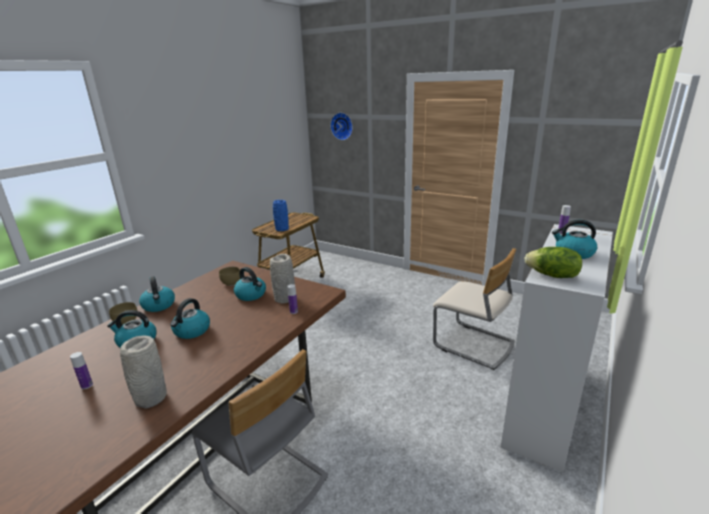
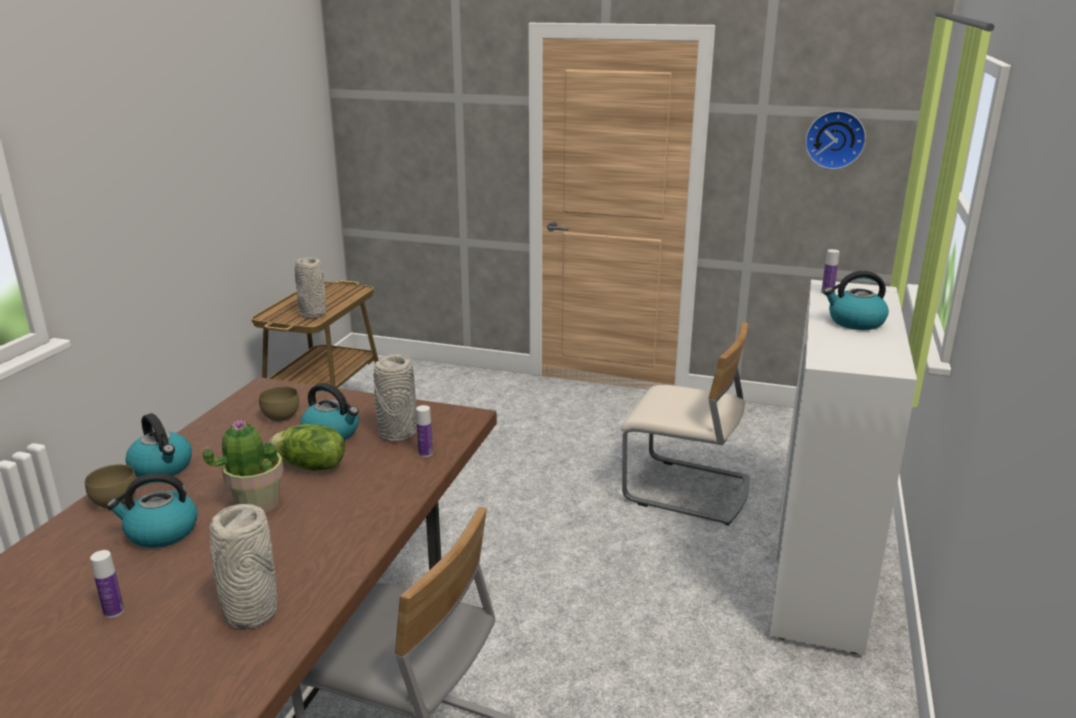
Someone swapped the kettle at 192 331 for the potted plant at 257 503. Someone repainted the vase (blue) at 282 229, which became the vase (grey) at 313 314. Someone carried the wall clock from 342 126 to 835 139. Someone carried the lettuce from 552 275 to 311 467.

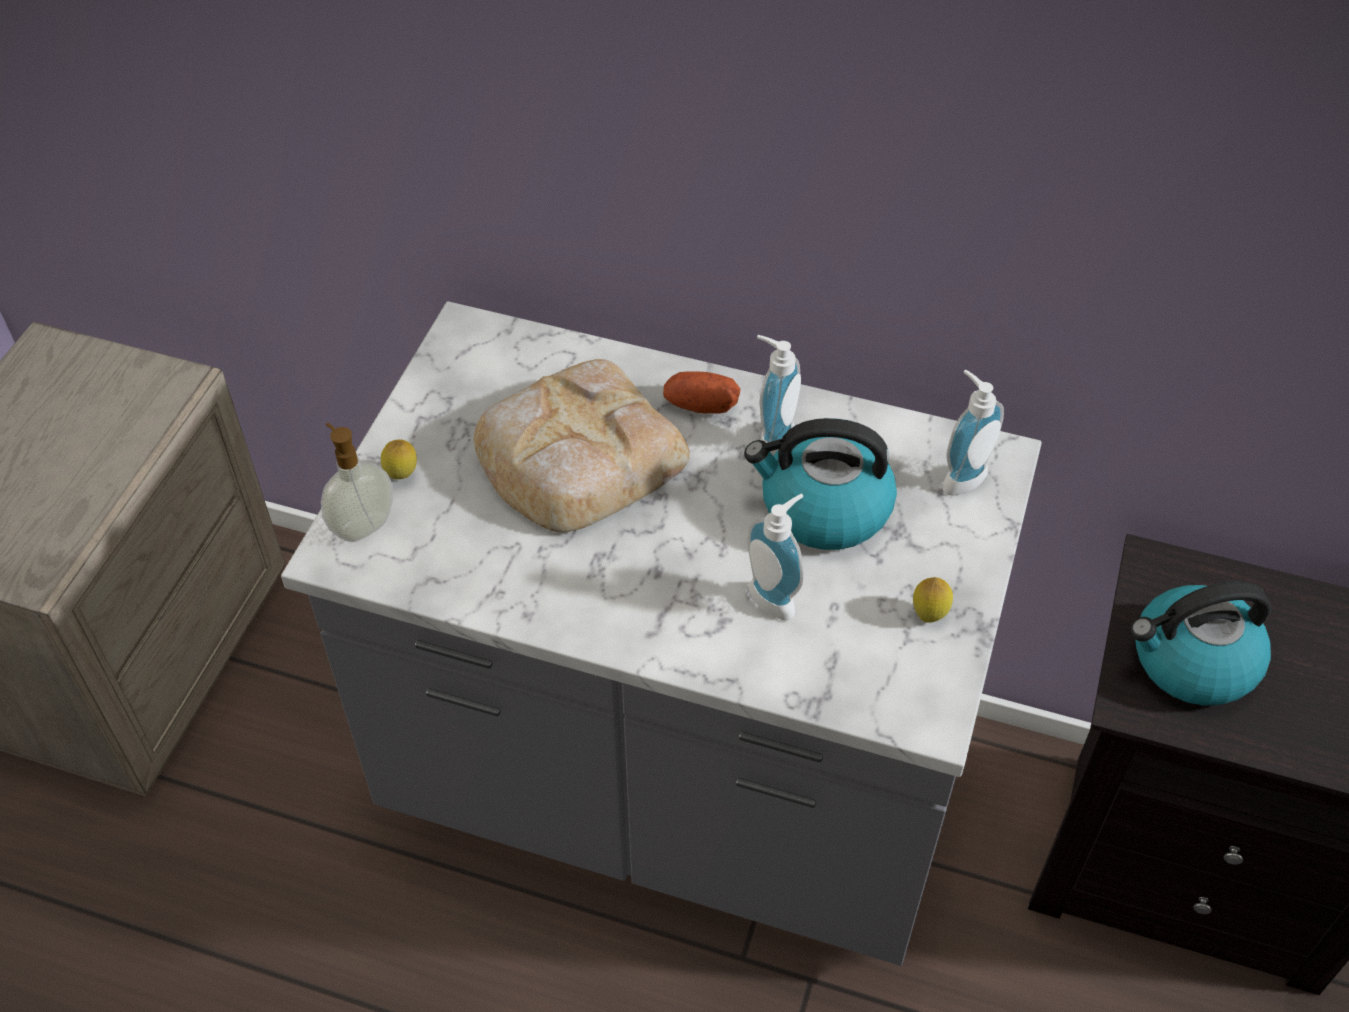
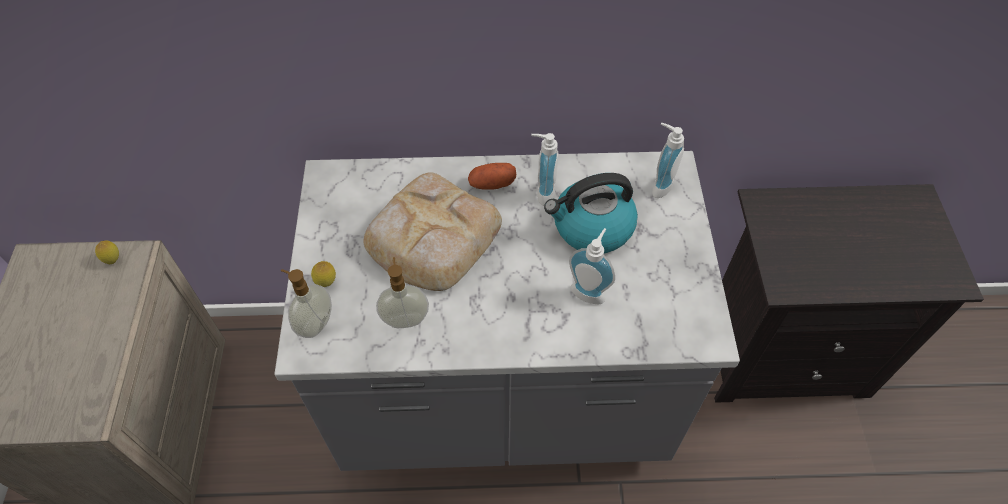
Someone carried the lemon from 929 615 to 113 260. Someone took away the kettle at 1191 662. Someone put down the soap dispenser at 405 319.

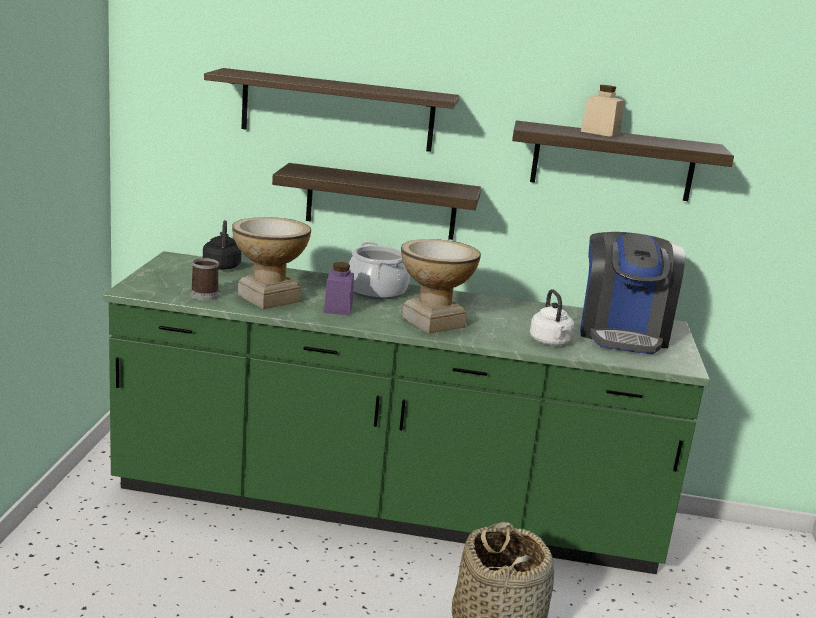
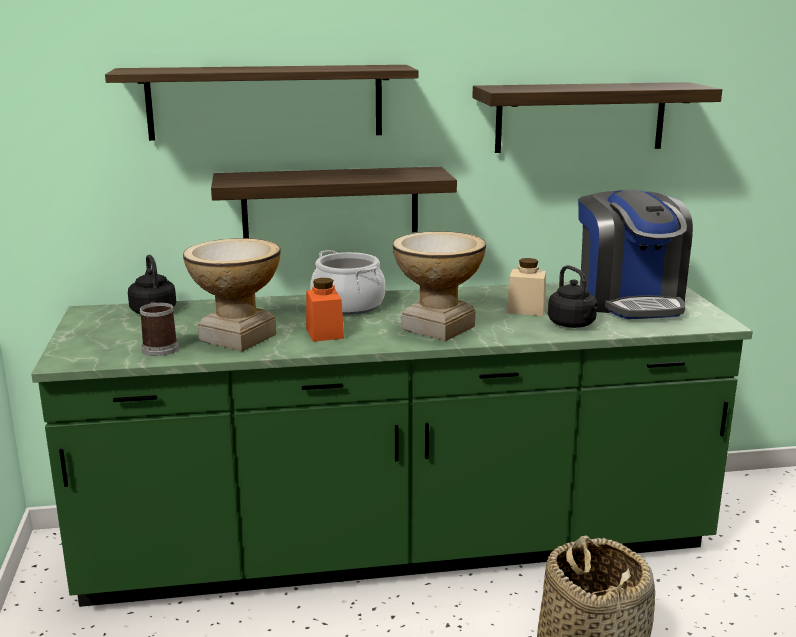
Someone repainted the jar (purple) at 338 308, which became the jar (orange) at 324 333. Someone repainted the kettle (white) at 550 342, which became the kettle (black) at 573 324. Someone carried the jar (beige) from 600 133 to 526 309.

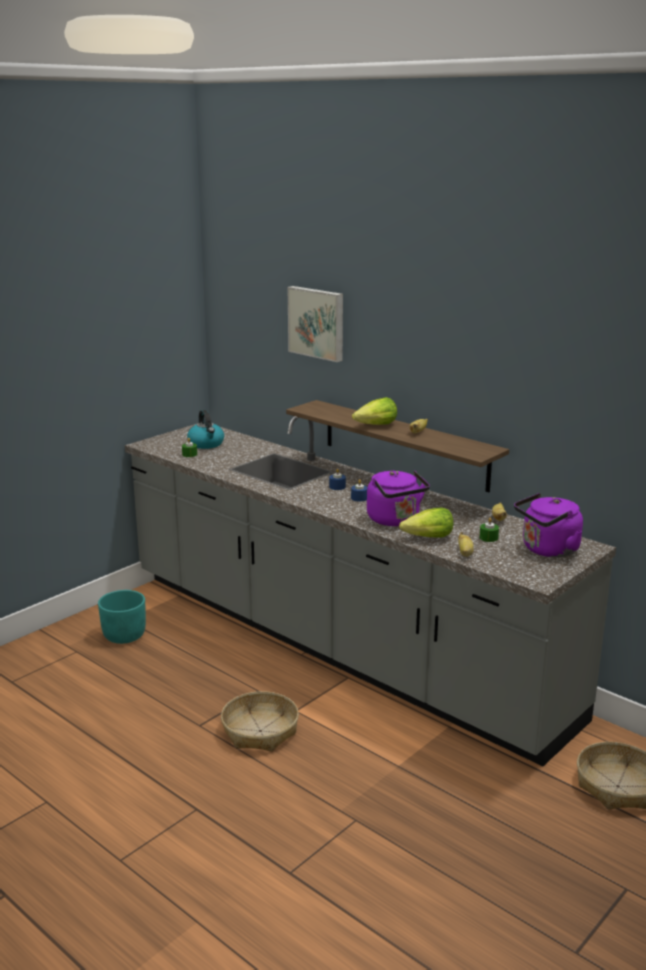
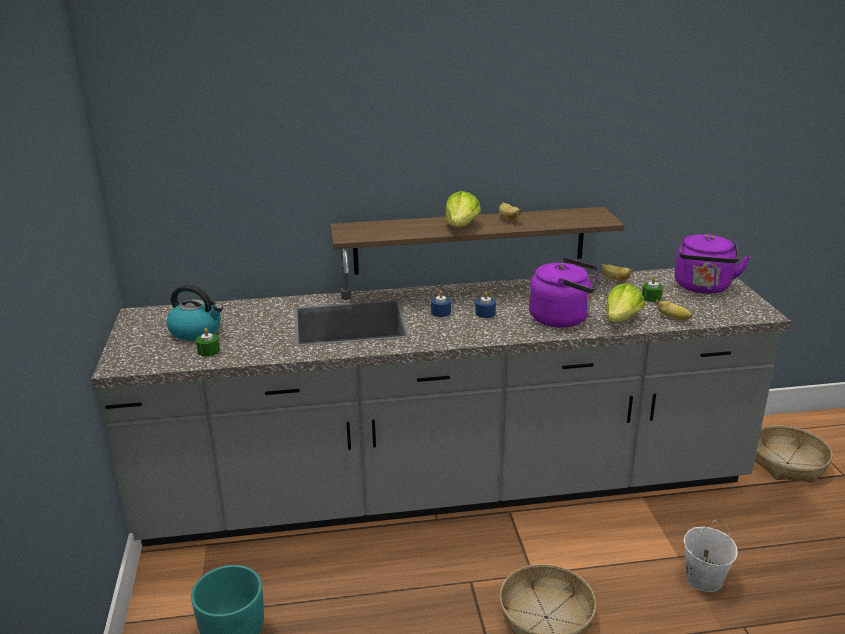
Someone took away the picture at 317 323. Someone put down the bucket (white) at 703 578.

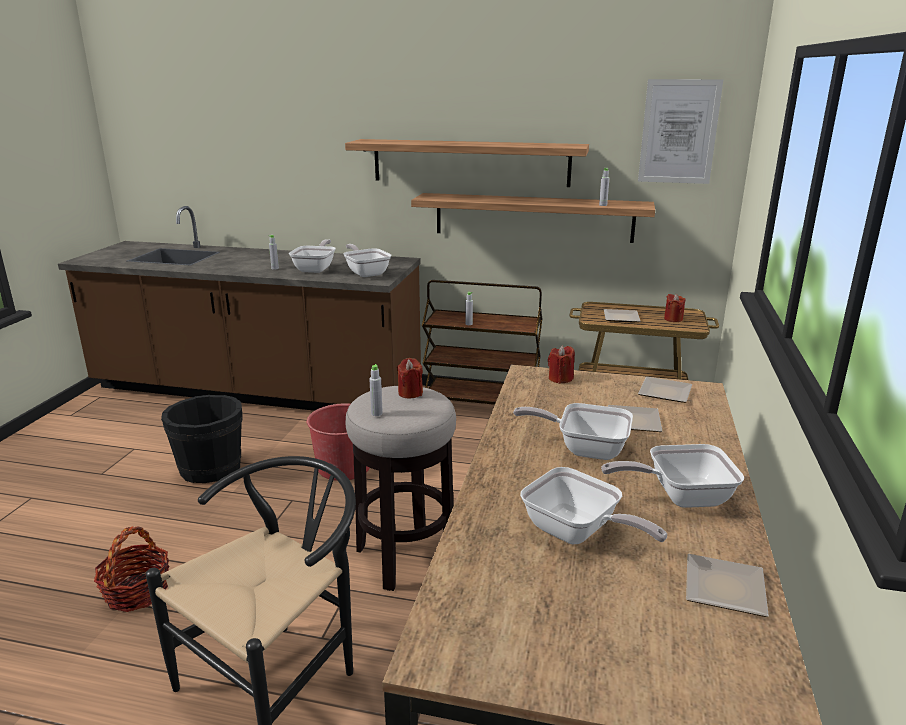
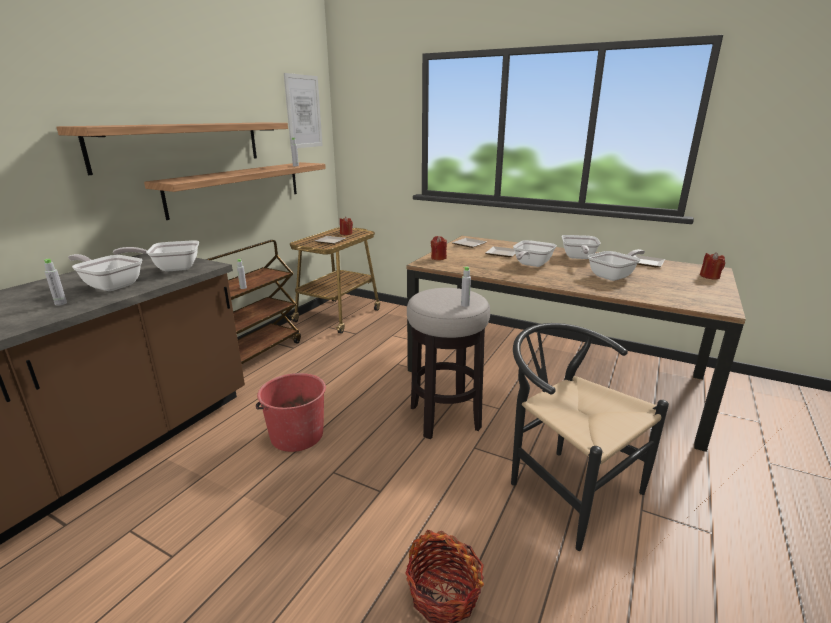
Someone took away the bucket (black) at 211 468. Someone carried the candle (red) from 410 393 to 709 276.

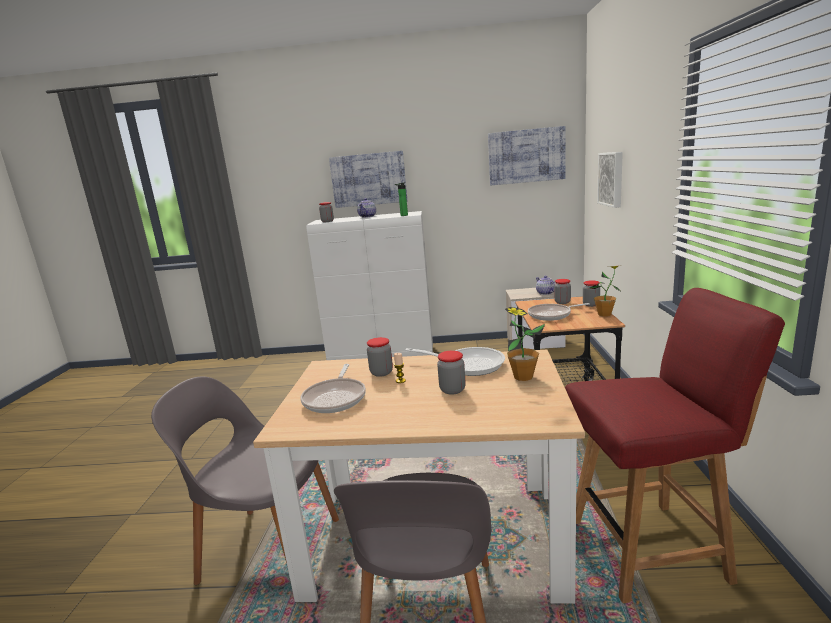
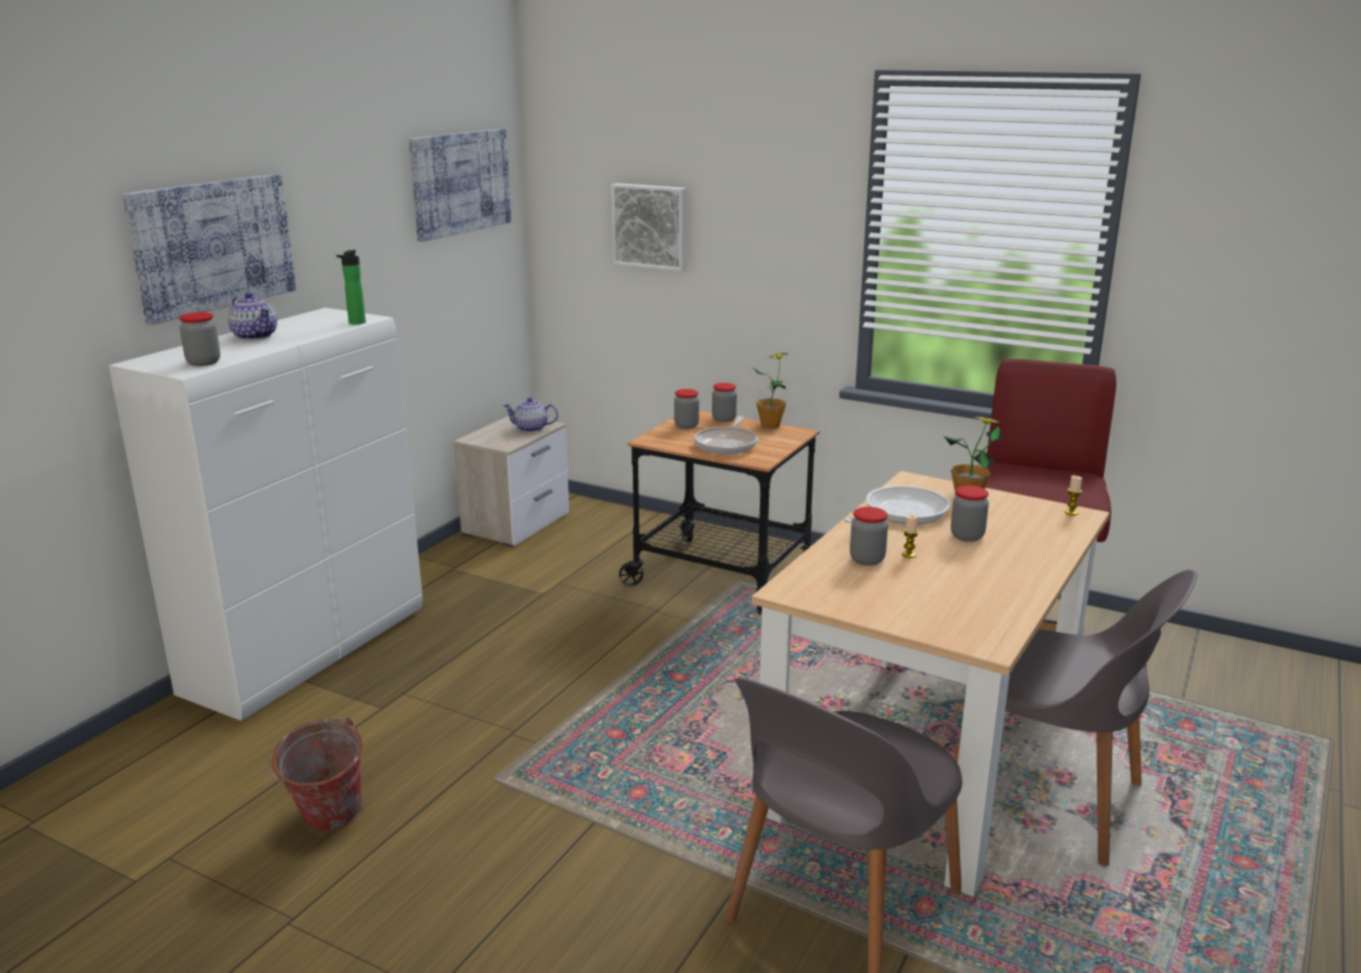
Someone took away the frying pan at 336 398. Someone put down the bucket at 326 823. Someone put down the candle at 1071 512.

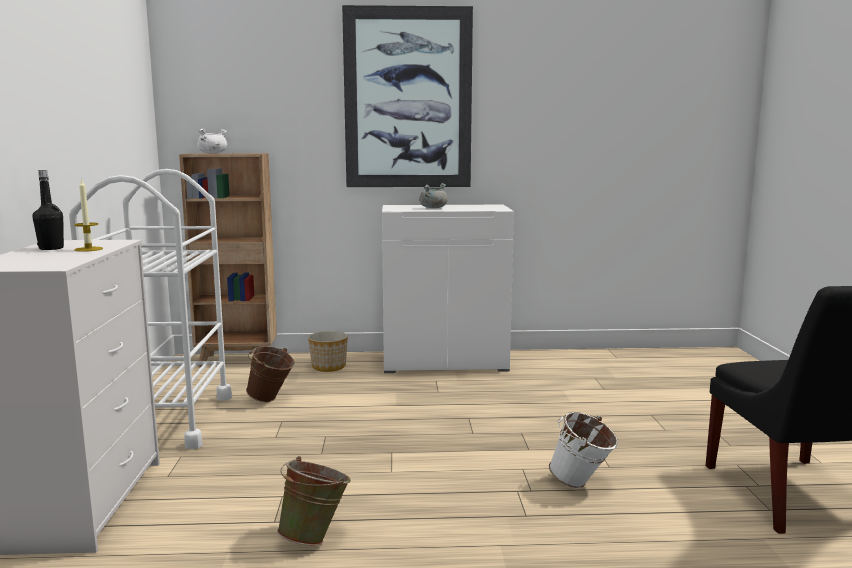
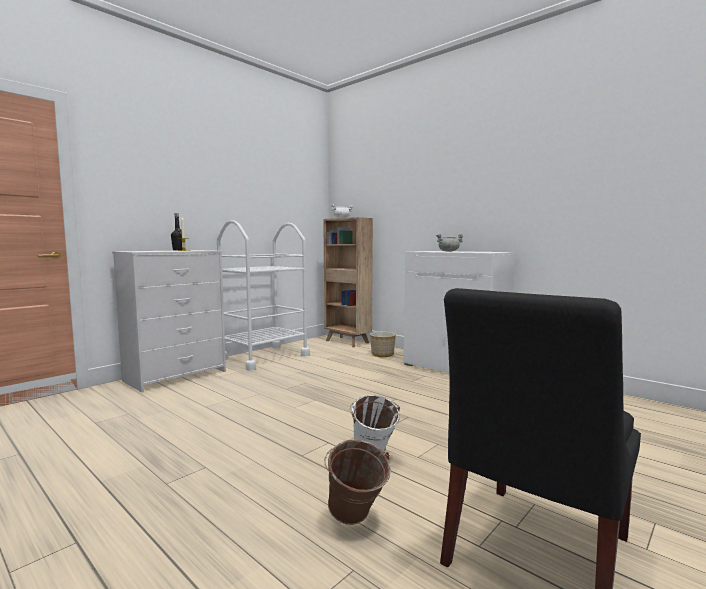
Someone carried the bucket (brown) from 271 400 to 355 522. Someone took away the bucket (green) at 315 537. Someone took away the picture at 408 98.

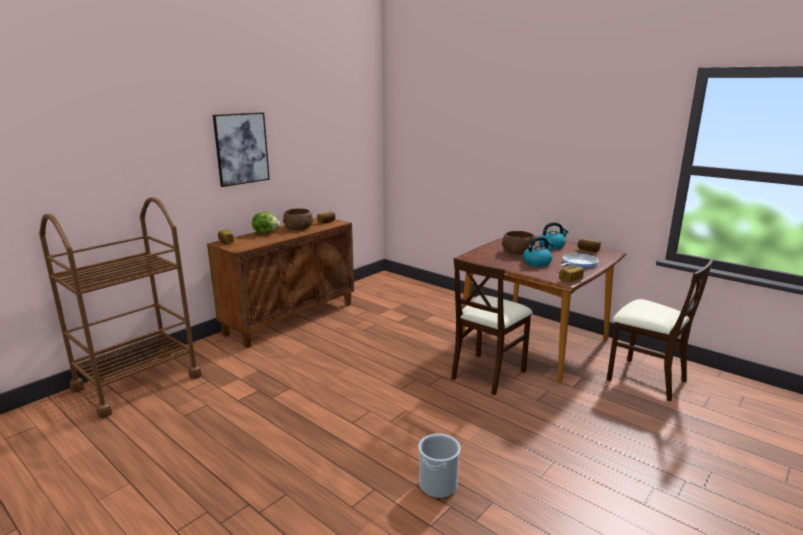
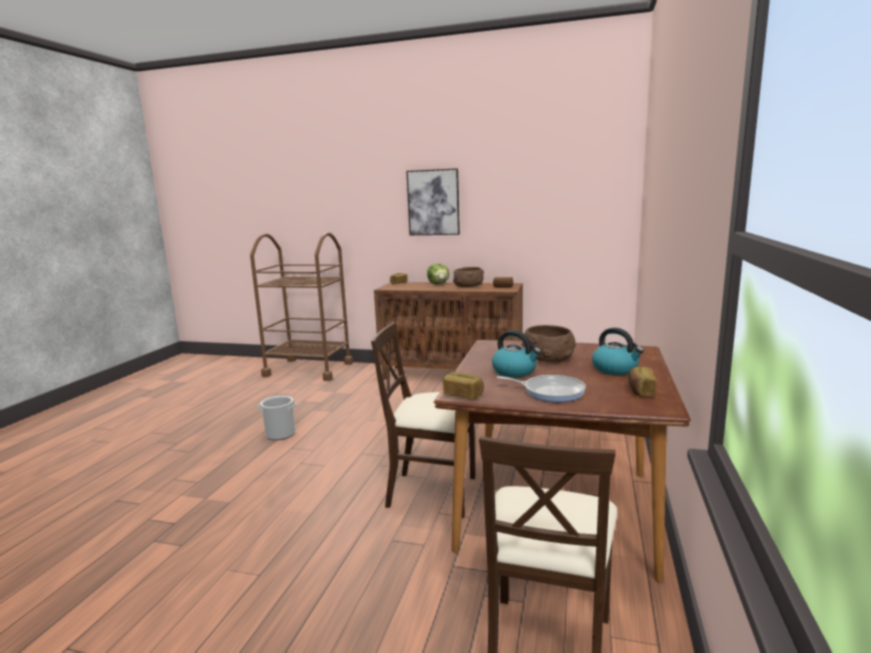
Someone carried the bucket from 438 485 to 280 434.

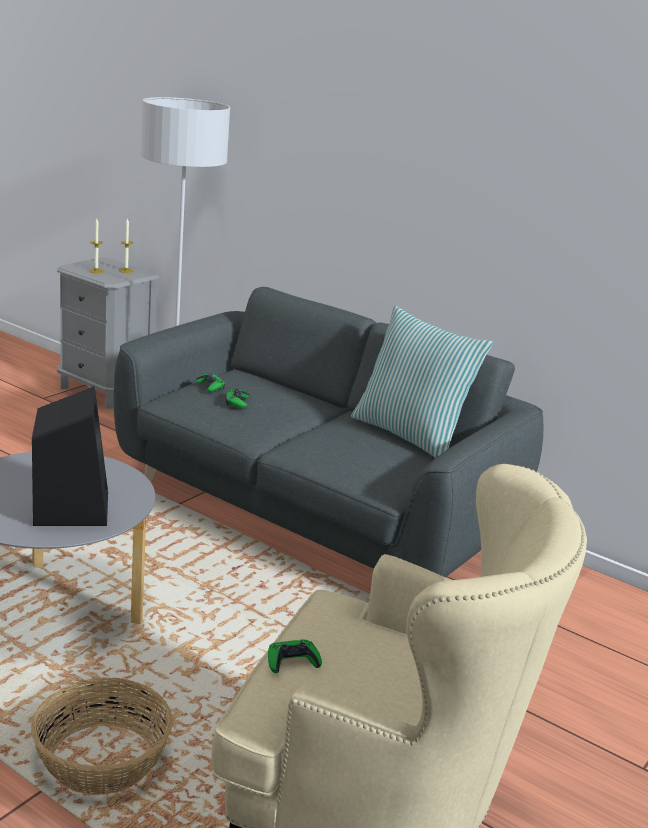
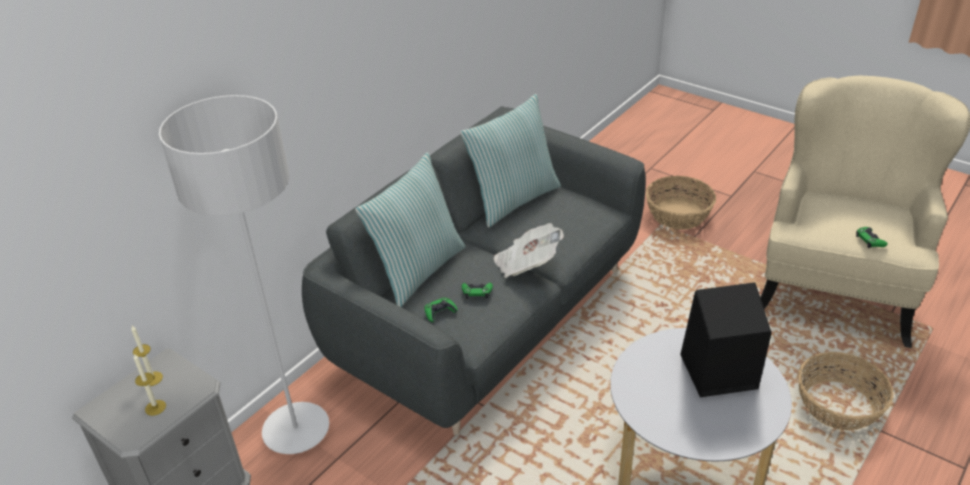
Someone put down the pillow at 418 270. Someone put down the newspaper at 527 264. Someone put down the basket at 678 215.

